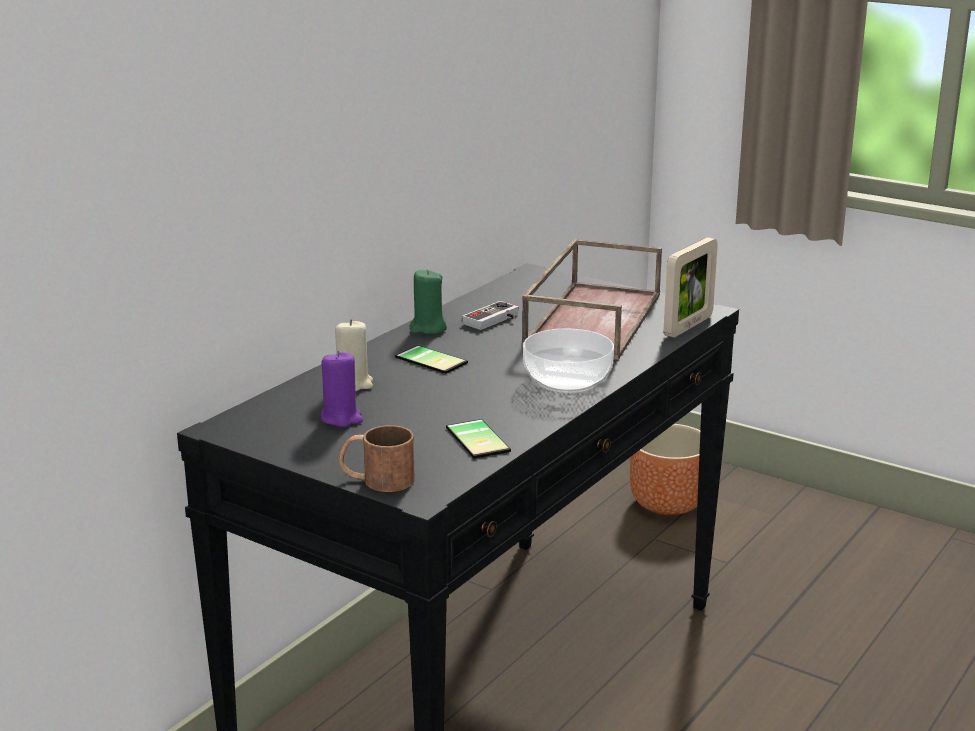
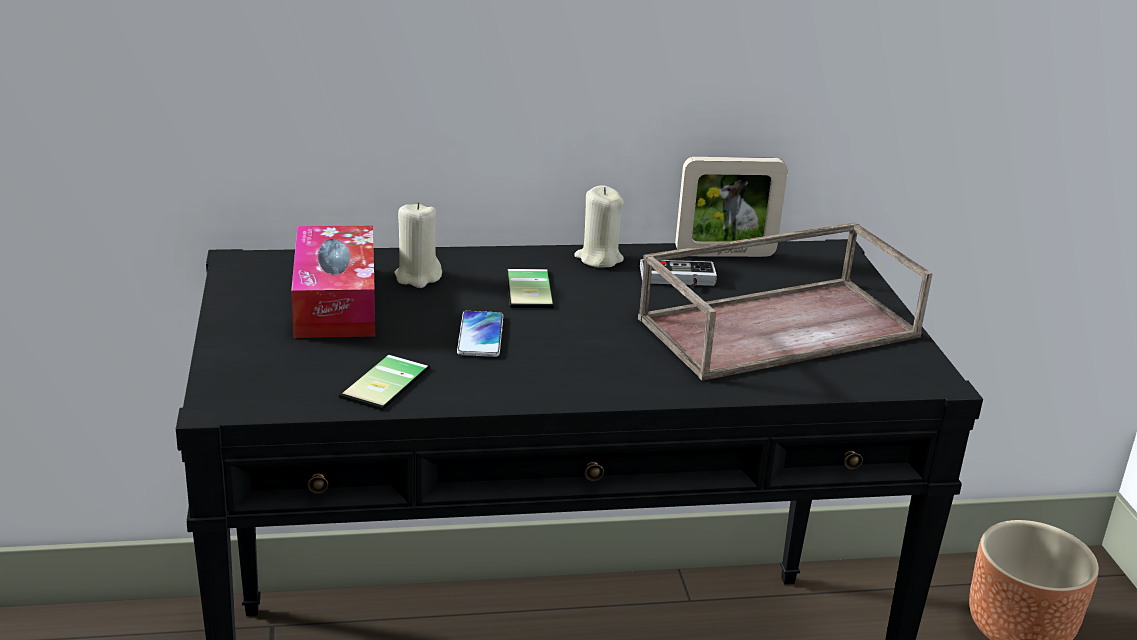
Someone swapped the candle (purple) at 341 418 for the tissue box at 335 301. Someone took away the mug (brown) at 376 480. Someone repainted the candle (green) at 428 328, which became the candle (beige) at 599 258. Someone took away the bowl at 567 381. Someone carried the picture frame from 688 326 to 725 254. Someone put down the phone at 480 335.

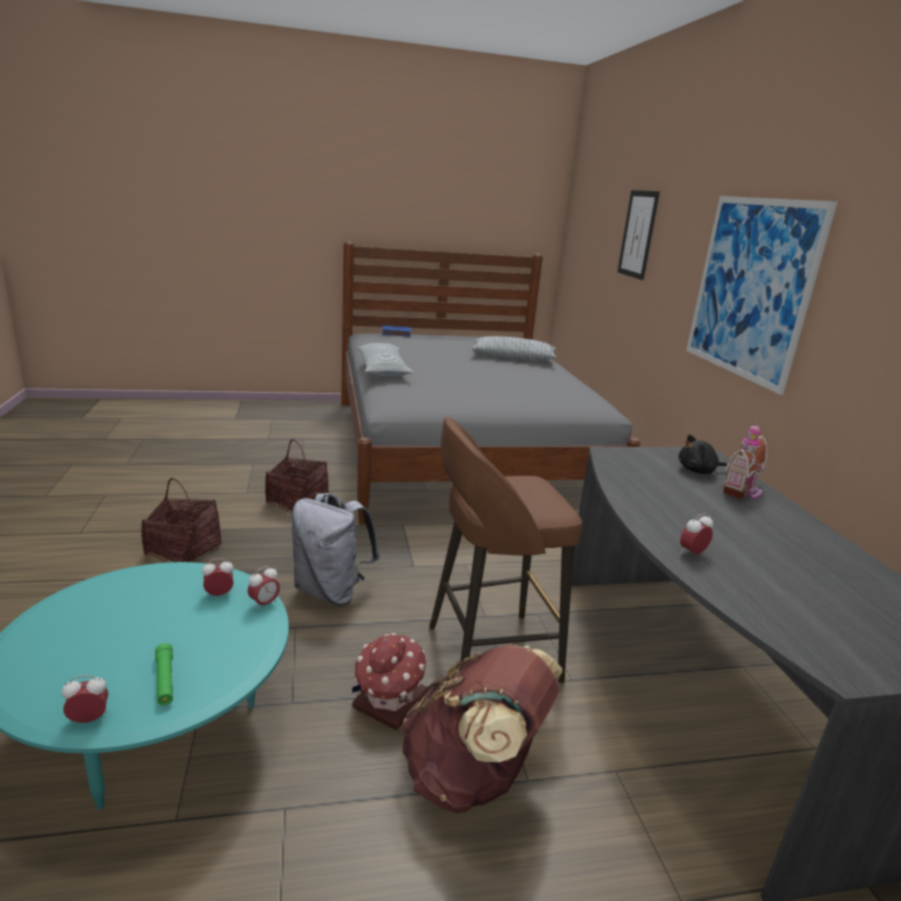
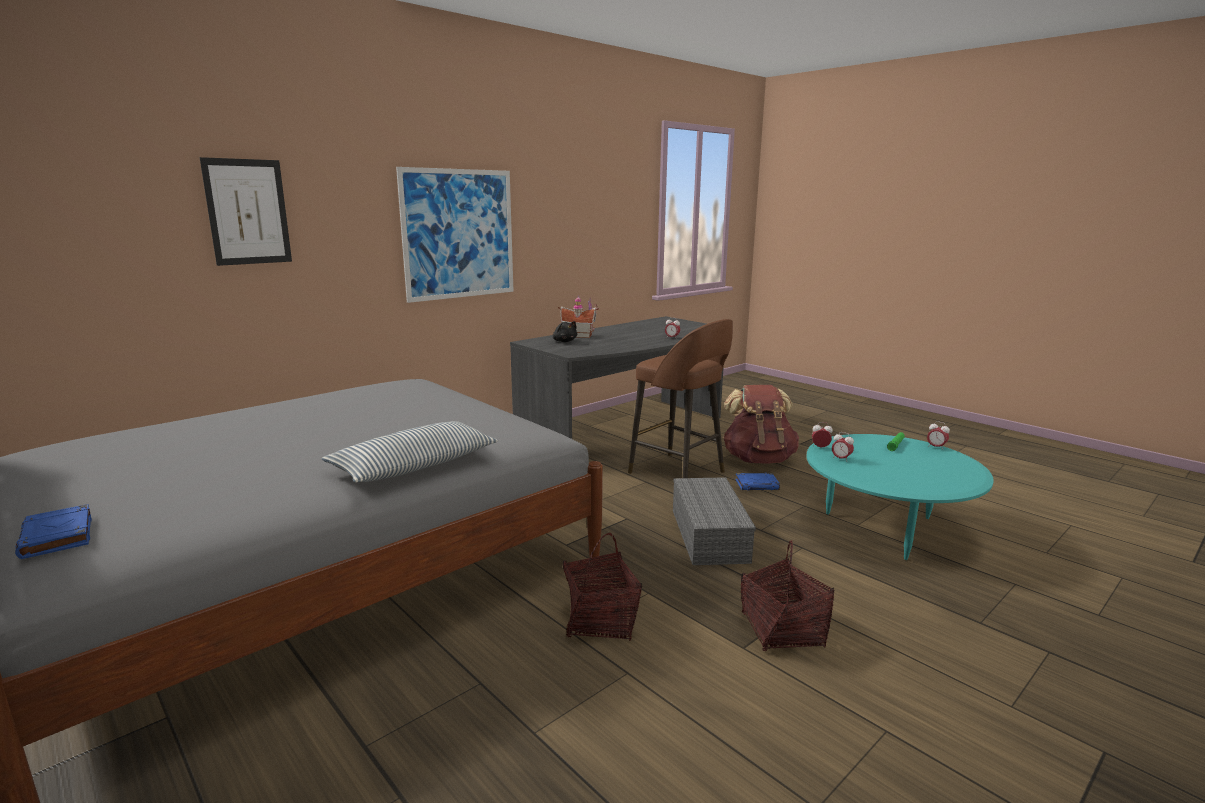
Someone swapped the backpack (grey) at 331 591 for the storage box (grey) at 707 534. Someone swapped the toy house at 389 702 for the book (blue) at 757 485. Someone took away the pillow at 513 358.

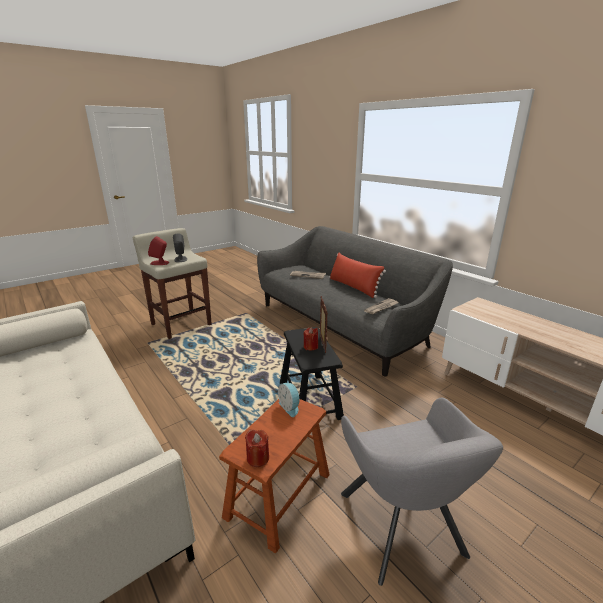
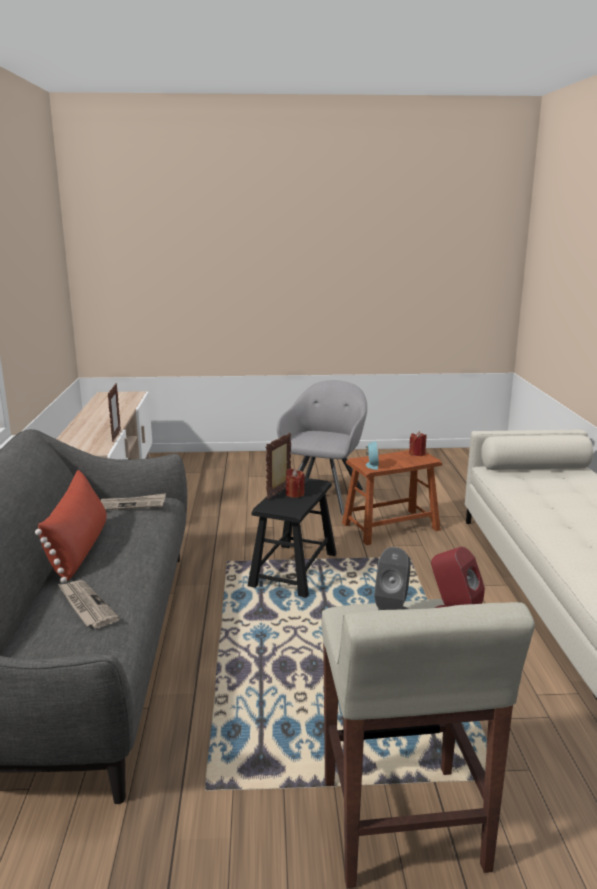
Someone put down the picture frame at 116 436.

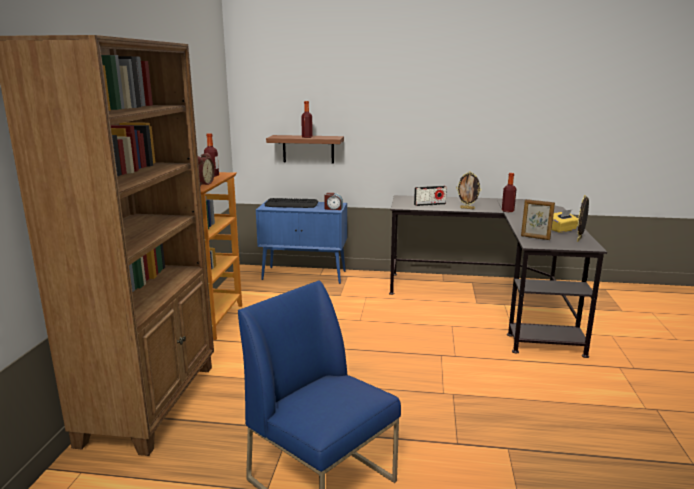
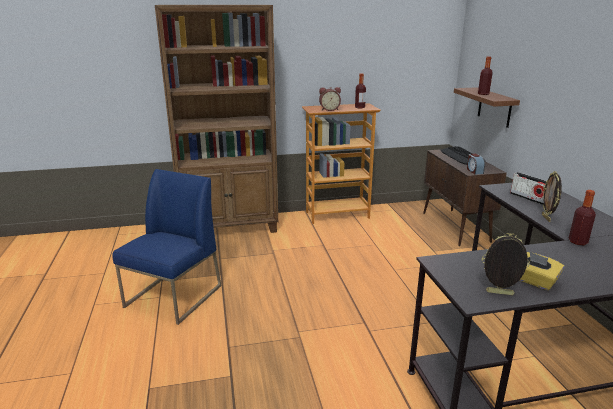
Someone repainted the cabinet (blue) at 305 275, which became the cabinet (brown) at 455 227. Someone took away the picture frame at 535 238.

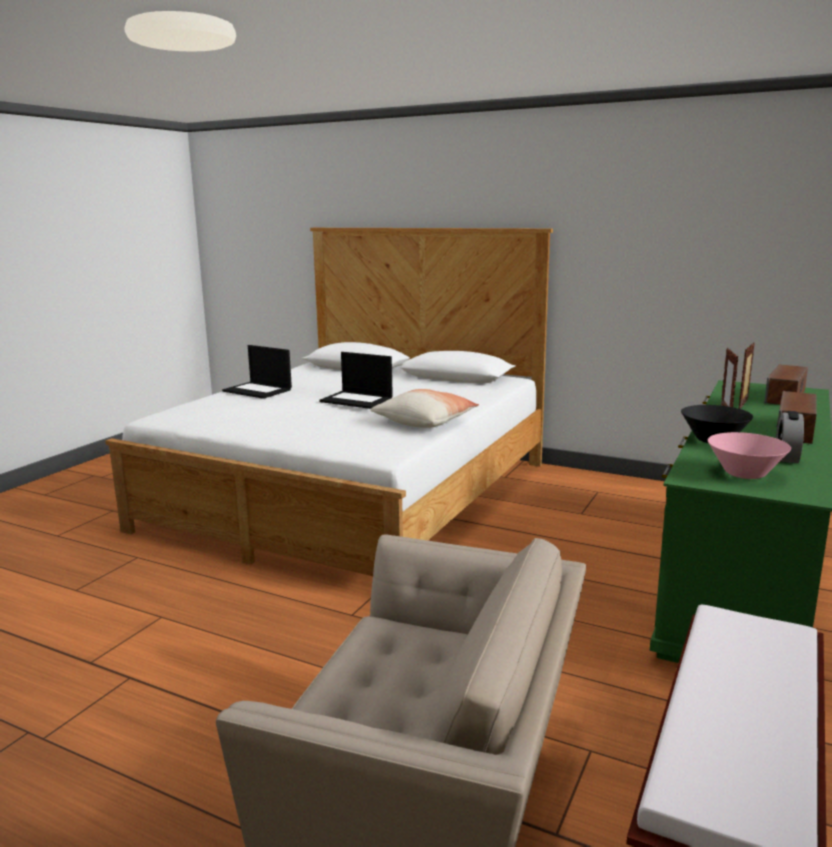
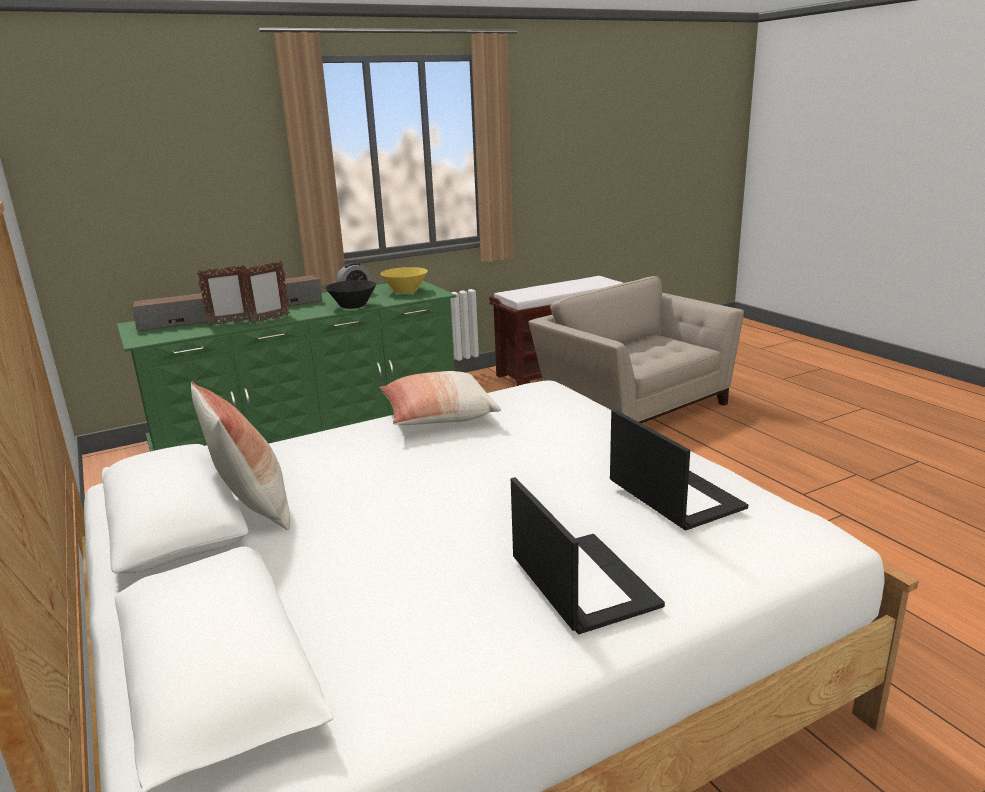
Someone carried the laptop from 357 400 to 673 495. Someone repainted the bowl (pink) at 744 474, which became the bowl (yellow) at 405 291. Someone put down the pillow at 253 507.

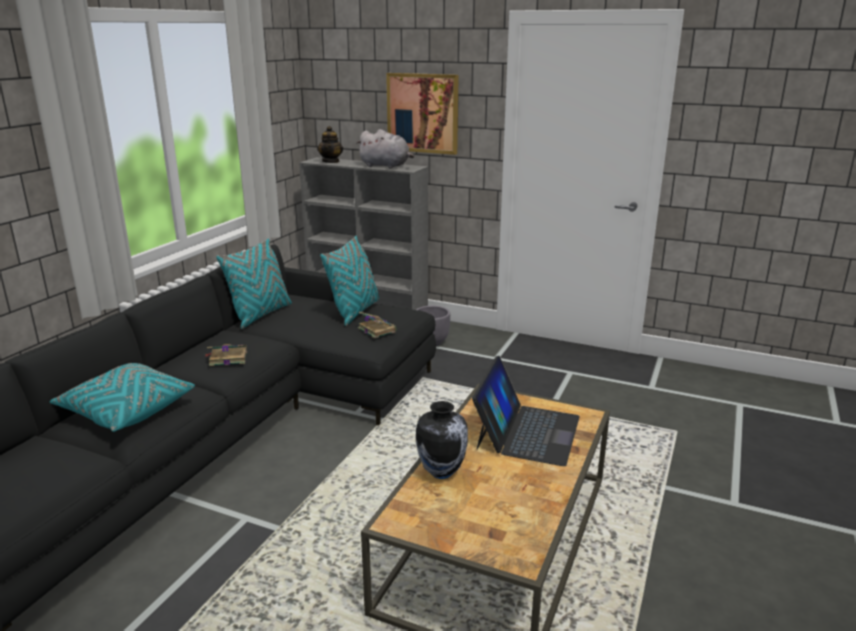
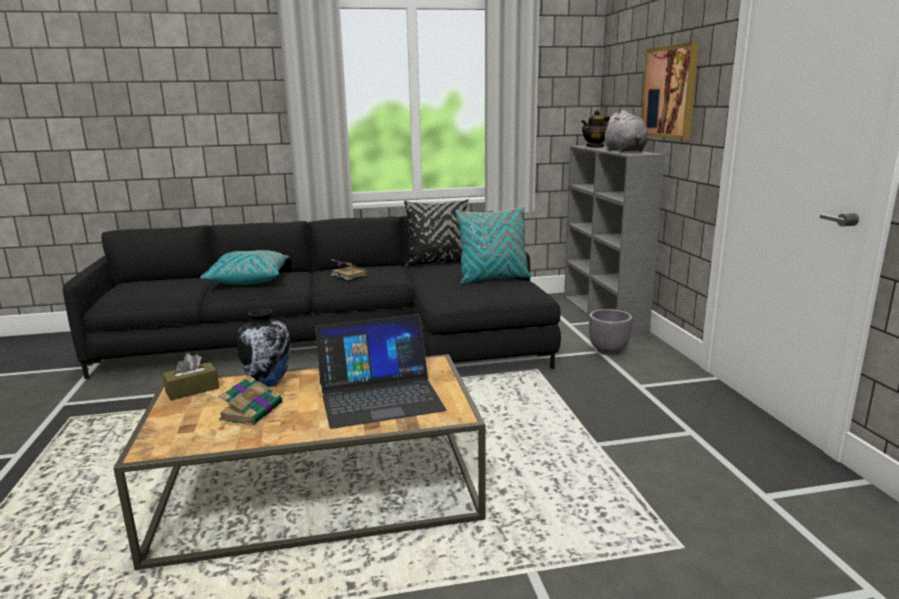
Someone repainted the pillow (turquoise) at 260 314, which became the pillow (black) at 438 263. Someone carried the book from 376 329 to 252 411. Someone put down the tissue box (brown) at 192 390.

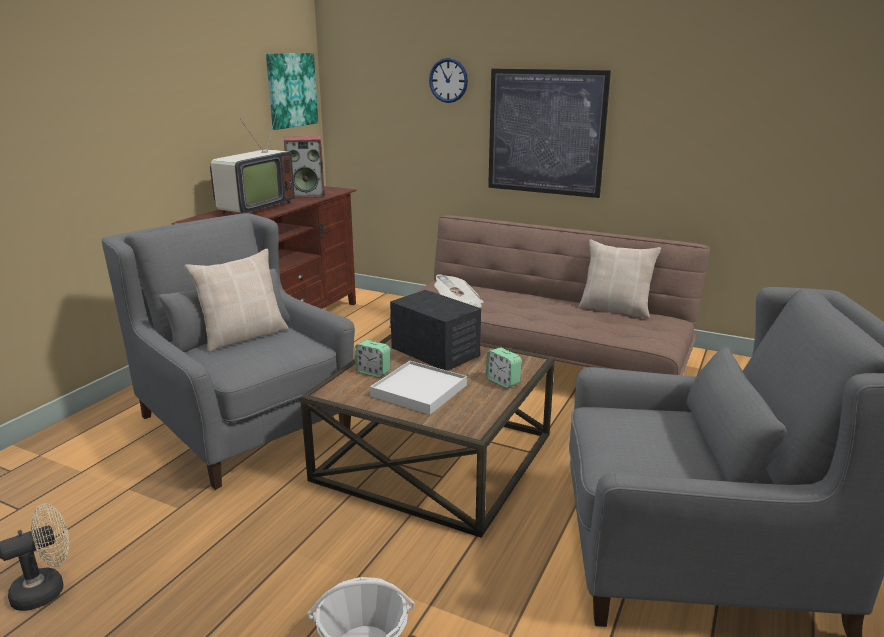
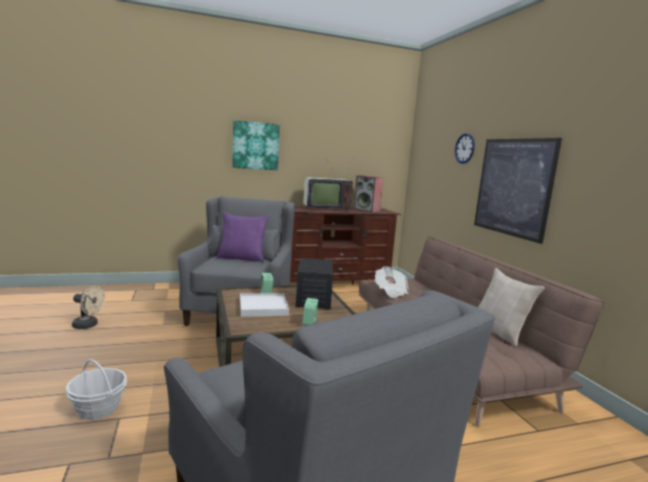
Someone repainted the pillow (beige) at 243 336, which became the pillow (purple) at 242 258. Someone carried the picture from 291 90 to 255 145.

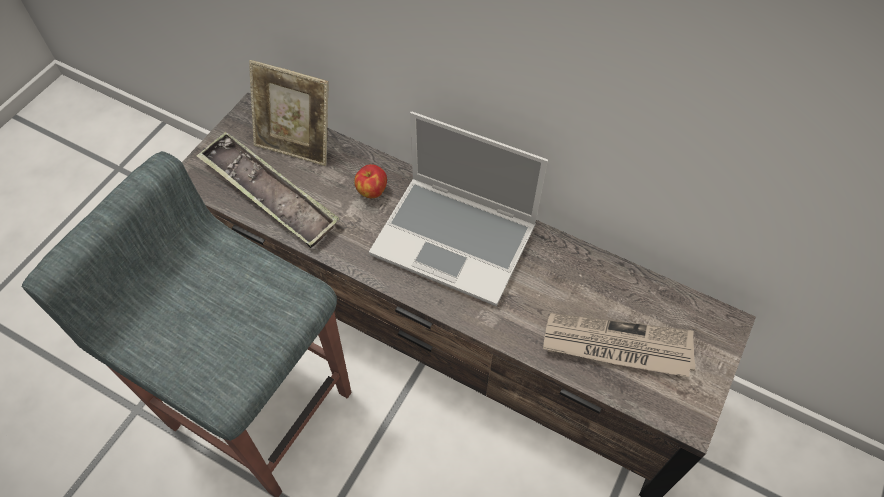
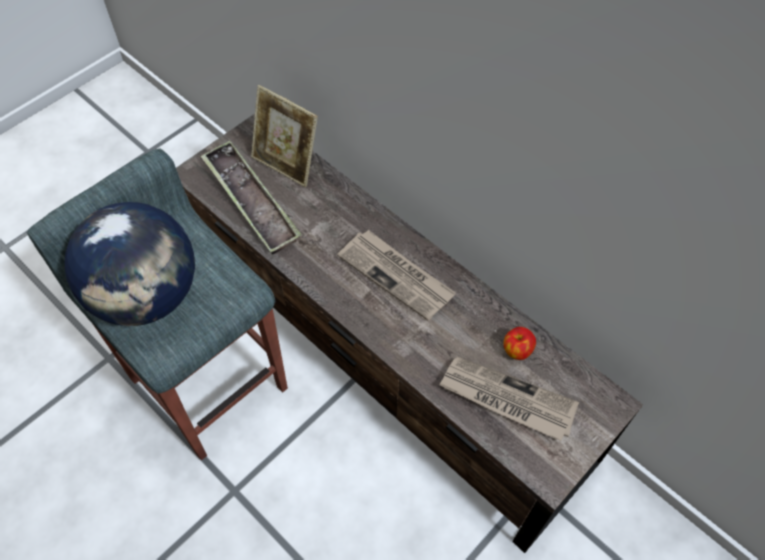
Someone carried the apple from 371 191 to 516 350. Someone swapped the laptop at 456 240 for the newspaper at 397 276. Someone put down the globe at 147 295.

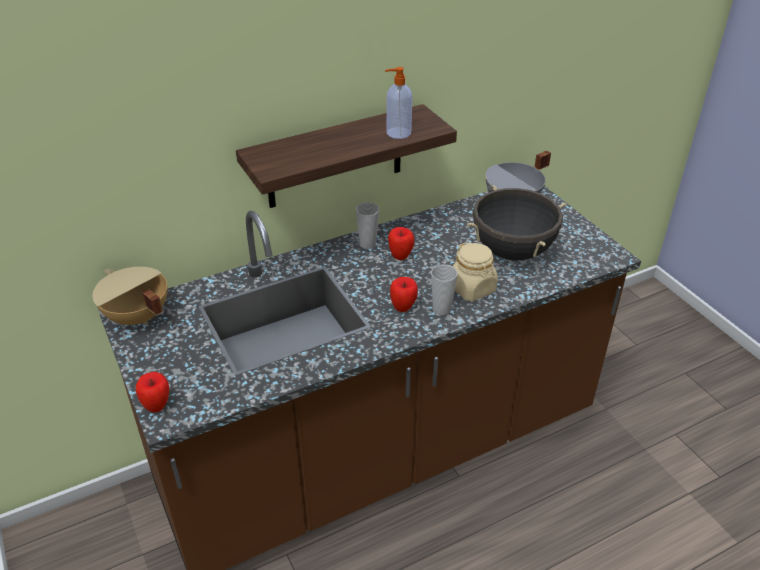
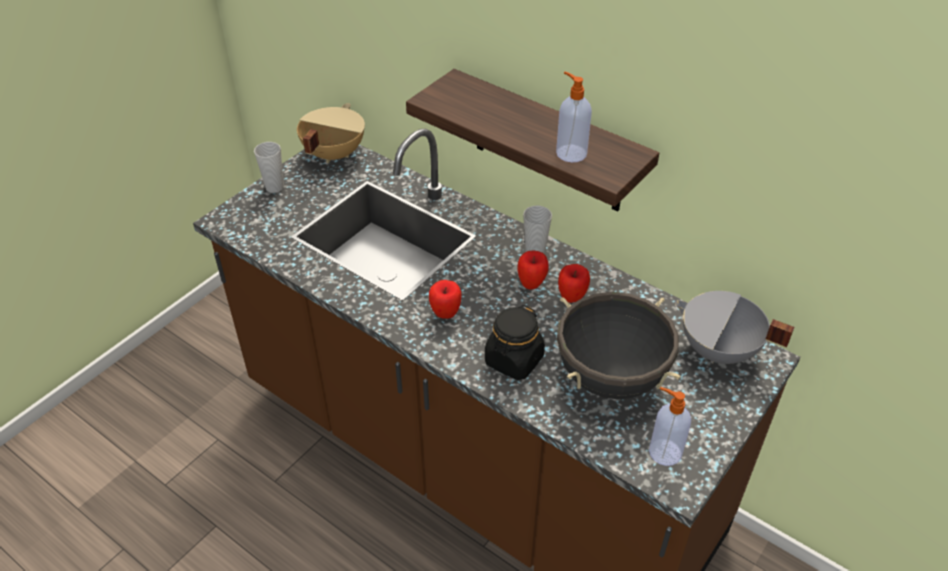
Someone carried the apple from 157 406 to 571 298. Someone carried the cup from 441 309 to 274 187. Someone repainted the jar (beige) at 472 288, which became the jar (black) at 514 360. Someone put down the soap dispenser at 664 451.

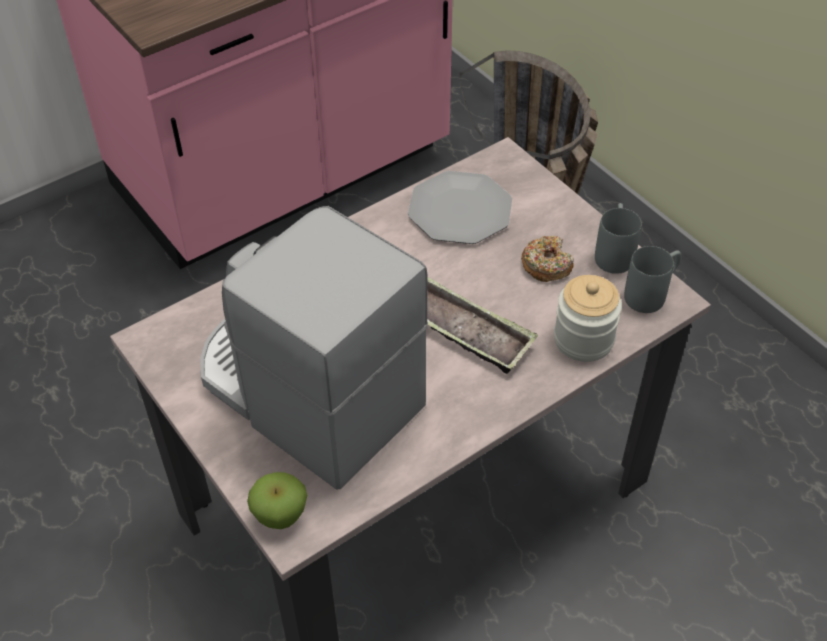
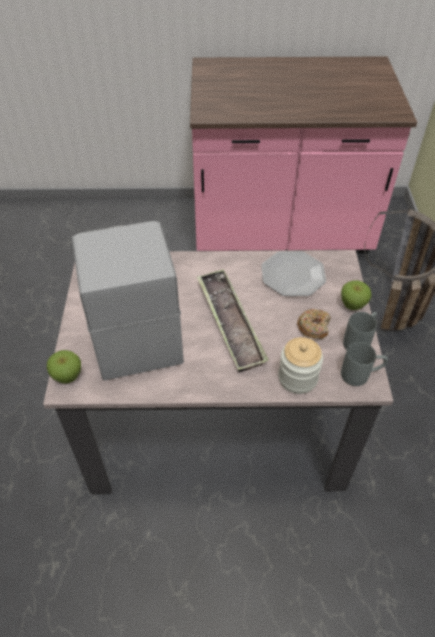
Someone put down the apple at 352 305.

